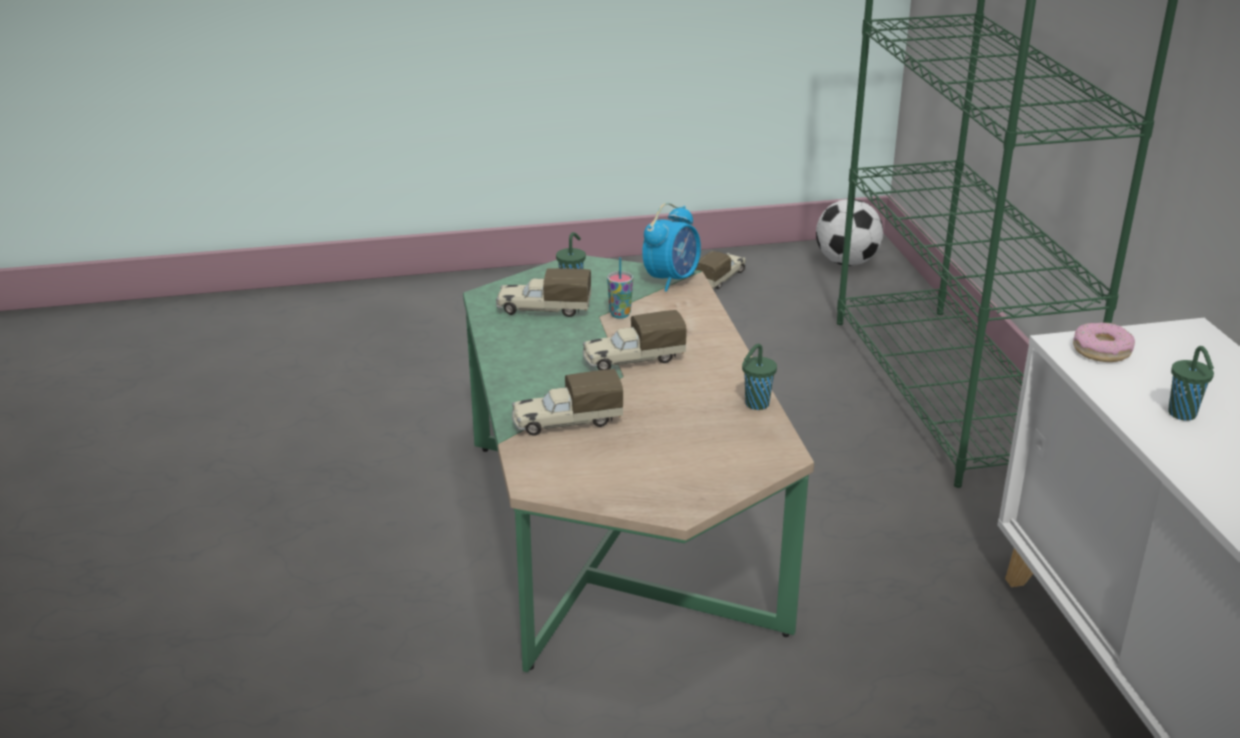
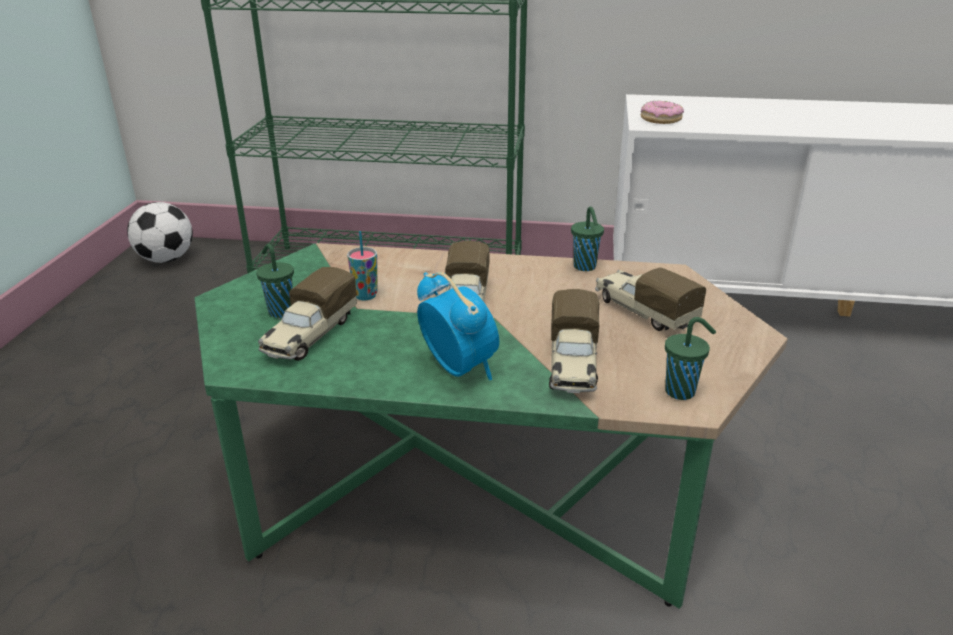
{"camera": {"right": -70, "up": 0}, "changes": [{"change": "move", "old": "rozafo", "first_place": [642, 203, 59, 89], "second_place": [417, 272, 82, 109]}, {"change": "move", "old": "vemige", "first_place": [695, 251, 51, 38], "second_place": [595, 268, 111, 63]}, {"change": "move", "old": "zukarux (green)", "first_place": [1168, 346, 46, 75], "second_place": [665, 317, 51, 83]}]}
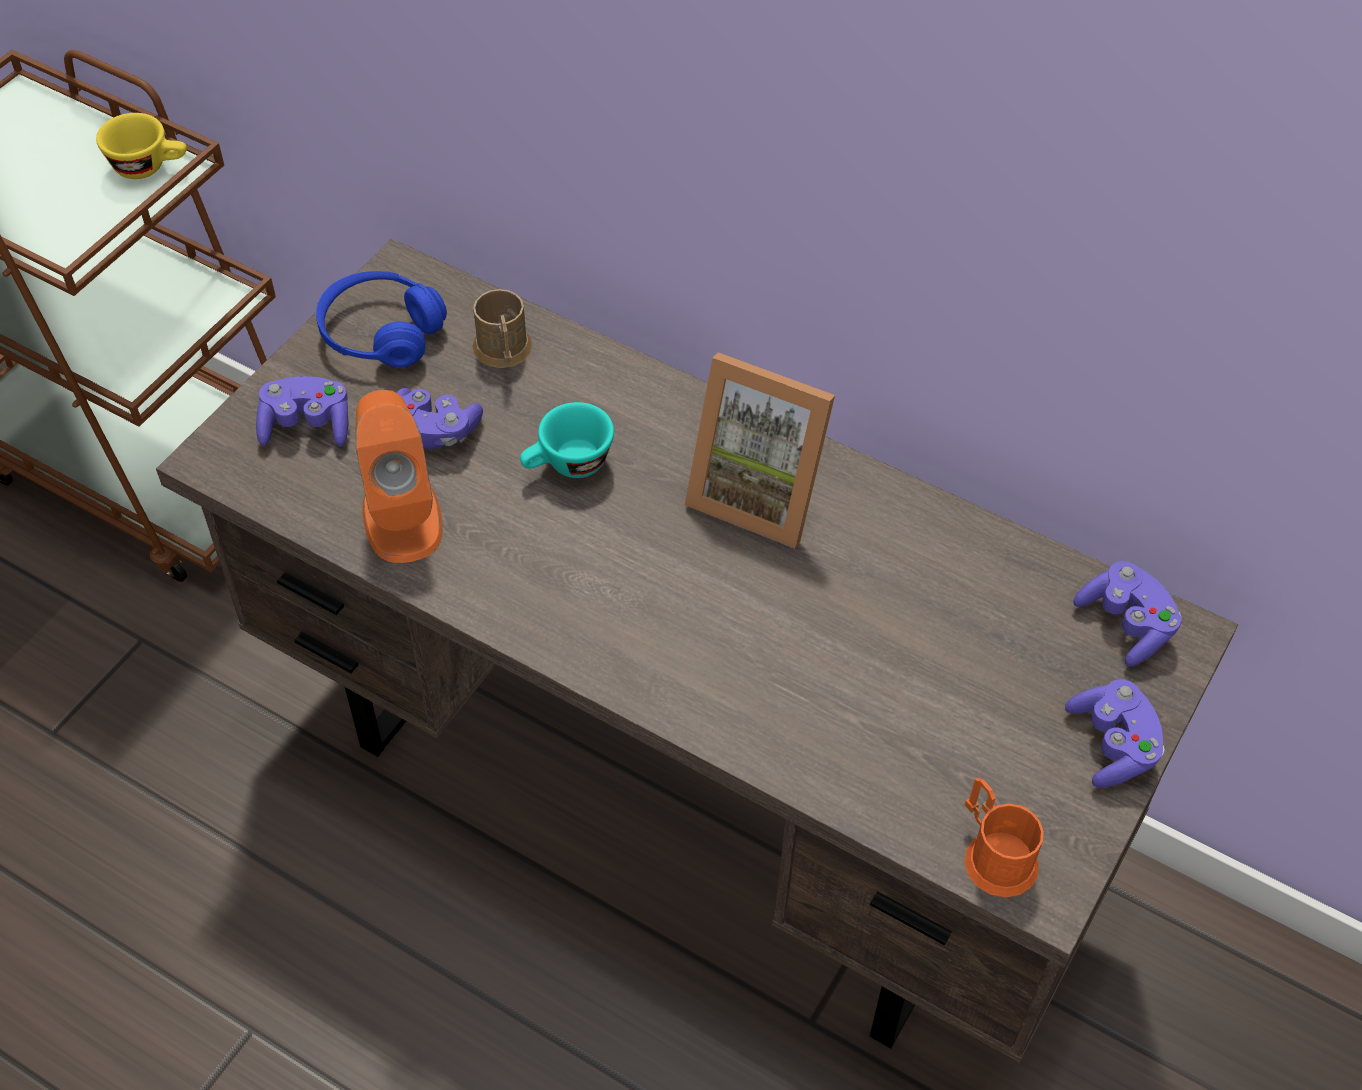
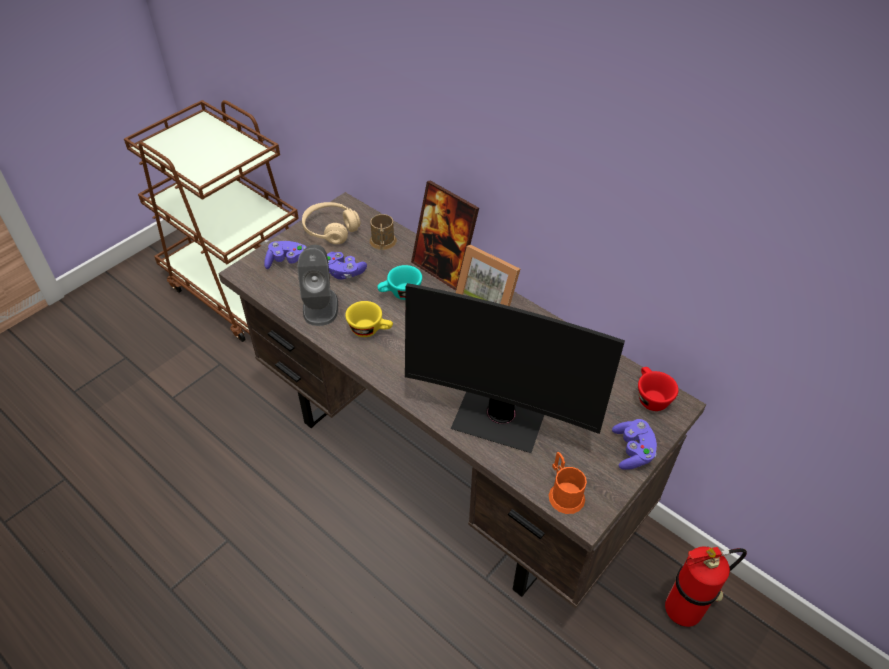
{"camera": {"right": 10, "up": -5}, "changes": [{"change": "recolor", "old": "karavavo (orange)", "new": "karavavo (grey)", "first_place": [355, 390, 88, 173], "second_place": [297, 245, 41, 81]}, {"change": "recolor", "old": "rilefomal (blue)", "new": "rilefomal (beige)", "first_place": [316, 271, 131, 97], "second_place": [302, 202, 58, 42]}, {"change": "move", "old": "zukarux (yellow)", "first_place": [96, 113, 91, 66], "second_place": [345, 301, 48, 36]}, {"change": "insert", "new": "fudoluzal", "second_place": [405, 283, 220, 170]}, {"change": "insert", "new": "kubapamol", "second_place": [411, 180, 68, 110]}, {"change": "replace", "old": "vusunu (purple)", "new": "zukarux (red)", "first_place": [1073, 561, 109, 105], "second_place": [638, 367, 41, 44]}, {"change": "insert", "new": "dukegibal", "second_place": [665, 547, 82, 80]}]}
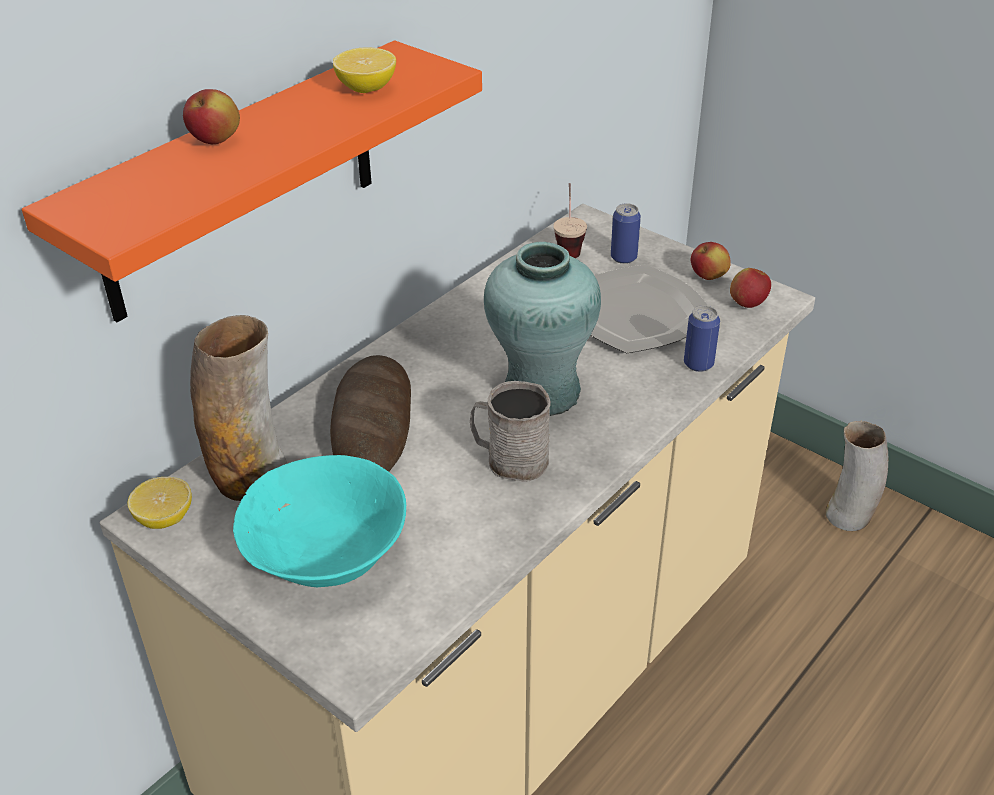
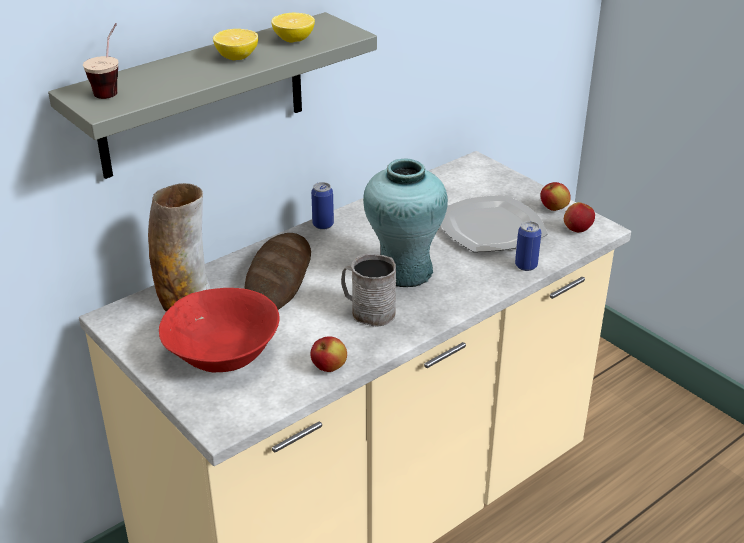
{"camera": {"right": 10, "up": -5}, "changes": [{"change": "recolor", "old": "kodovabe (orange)", "new": "kodovabe (grey)", "first_place": [22, 41, 460, 281], "second_place": [48, 12, 329, 167]}, {"change": "move", "old": "zukarux", "first_place": [553, 183, 34, 75], "second_place": [83, 23, 35, 76]}, {"change": "recolor", "old": "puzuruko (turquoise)", "new": "puzuruko (red)", "first_place": [233, 455, 173, 132], "second_place": [159, 288, 121, 84]}, {"change": "move", "old": "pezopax", "first_place": [127, 477, 65, 52], "second_place": [213, 29, 45, 31]}, {"change": "move", "old": "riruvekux", "first_place": [183, 89, 57, 55], "second_place": [310, 336, 37, 36]}, {"change": "move", "old": "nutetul", "first_place": [611, 203, 30, 61], "second_place": [311, 182, 23, 48]}, {"change": "delete", "old": "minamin", "first_place": [826, 421, 62, 110]}]}
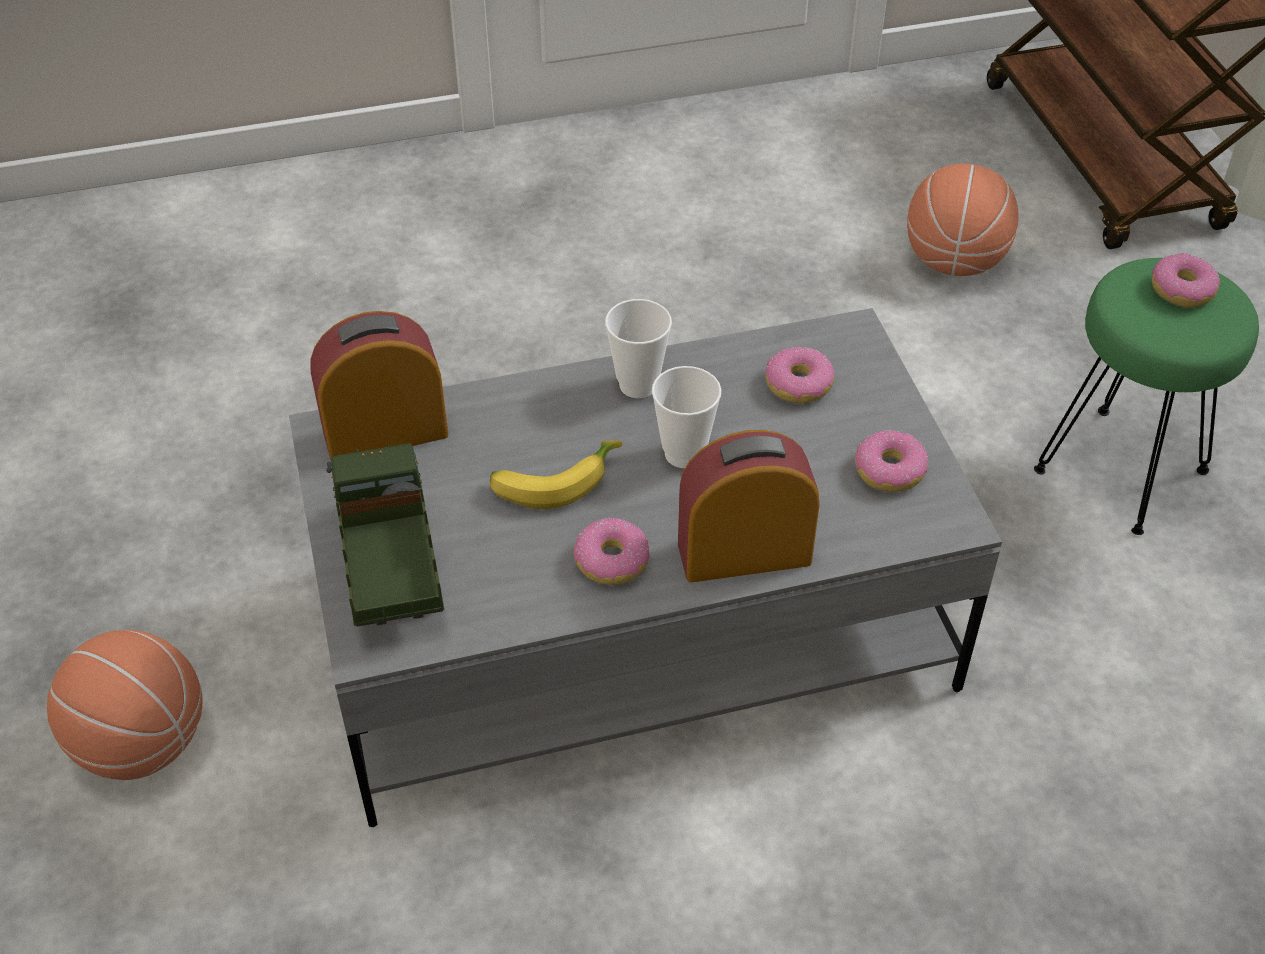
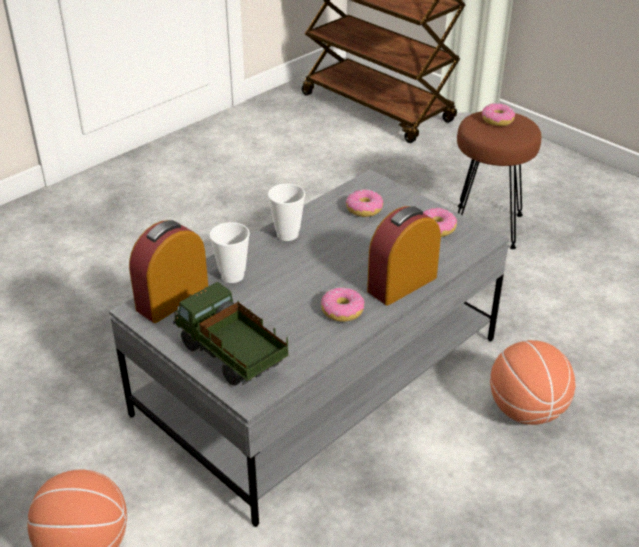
{"camera": {"right": -30, "up": -10}, "changes": [{"change": "move", "old": "zukarux", "first_place": [652, 366, 69, 102], "second_place": [210, 222, 40, 61]}, {"change": "recolor", "old": "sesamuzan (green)", "new": "sesamuzan (brown)", "first_place": [1034, 258, 225, 277], "second_place": [457, 111, 84, 138]}, {"change": "move", "old": "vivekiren", "first_place": [907, 163, 111, 113], "second_place": [490, 340, 85, 85]}, {"change": "delete", "old": "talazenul", "first_place": [490, 441, 132, 68]}]}
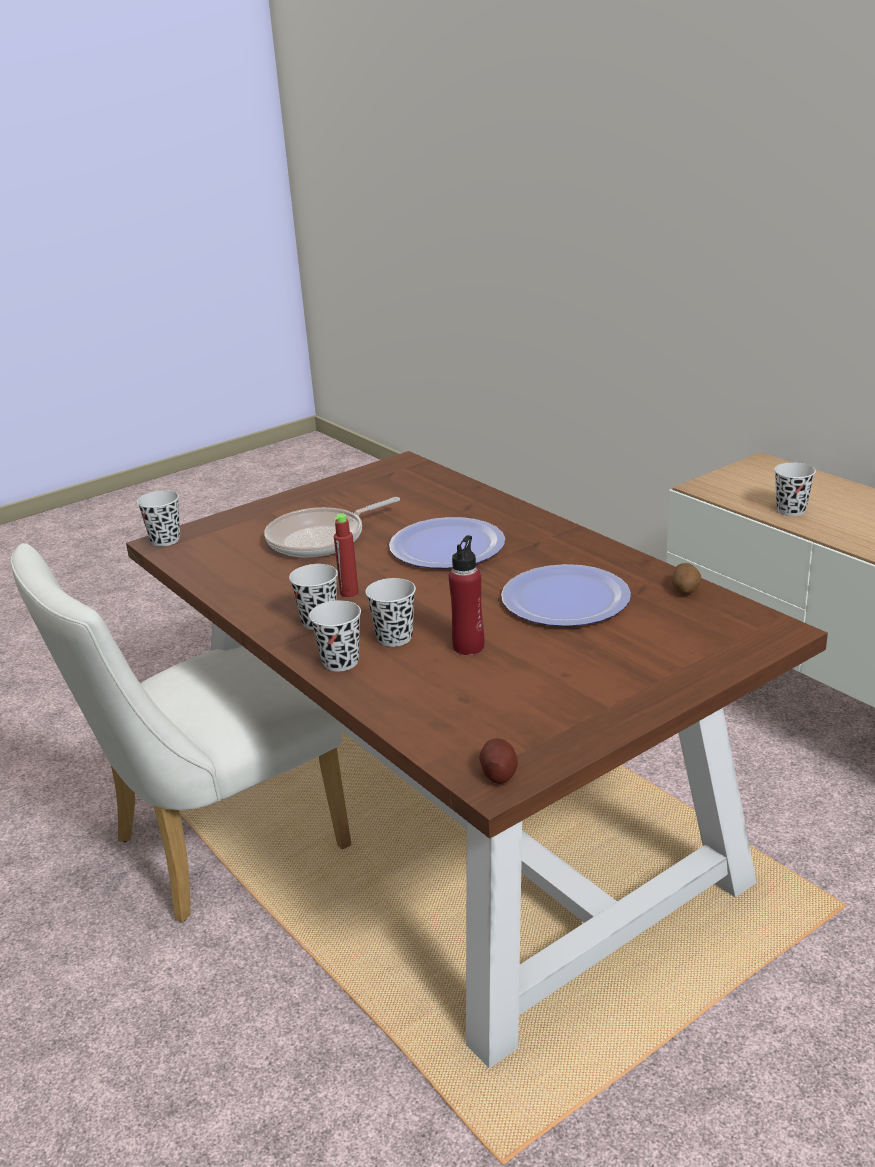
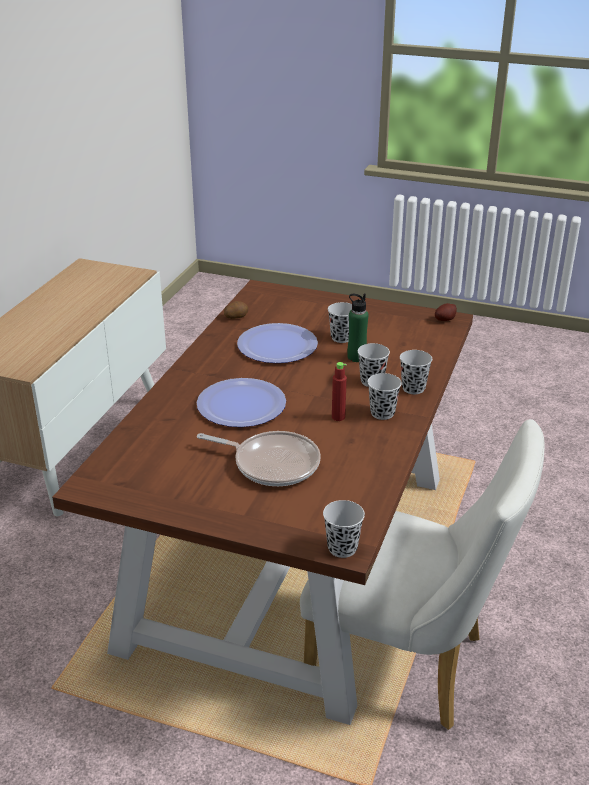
{"camera": {"right": -125, "up": 5}, "changes": [{"change": "move", "old": "zukarux (black)", "first_place": [774, 463, 42, 53], "second_place": [328, 302, 24, 41]}, {"change": "recolor", "old": "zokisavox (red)", "new": "zokisavox (green)", "first_place": [449, 535, 35, 120], "second_place": [347, 294, 21, 68]}]}
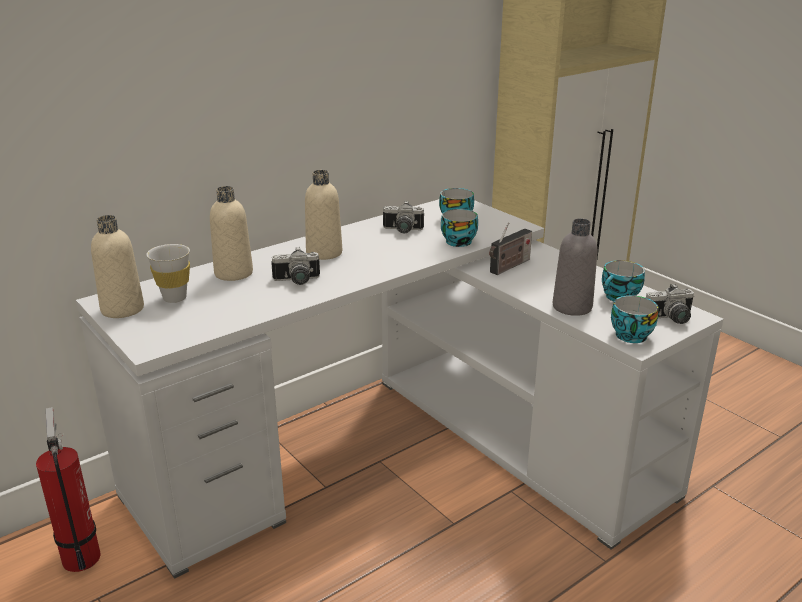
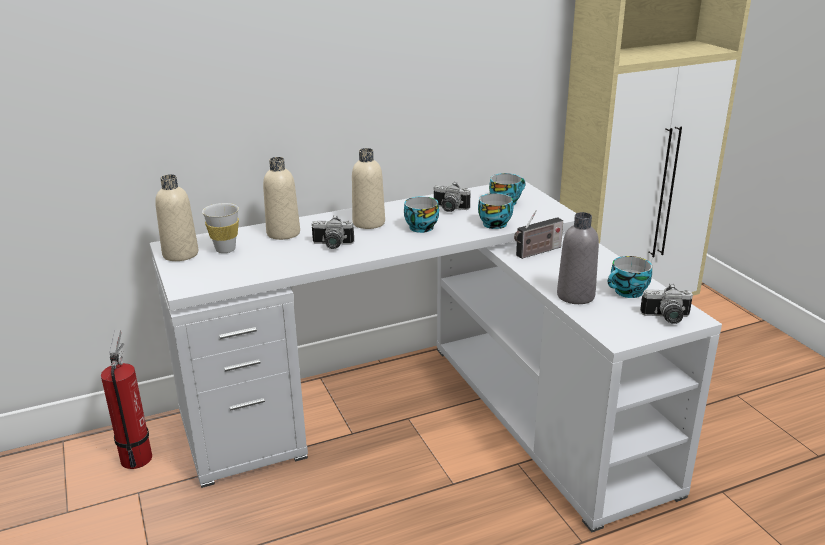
{"camera": {"right": 15, "up": 0}, "changes": [{"change": "move", "old": "zukarux", "first_place": [611, 295, 48, 48], "second_place": [404, 196, 35, 37]}]}
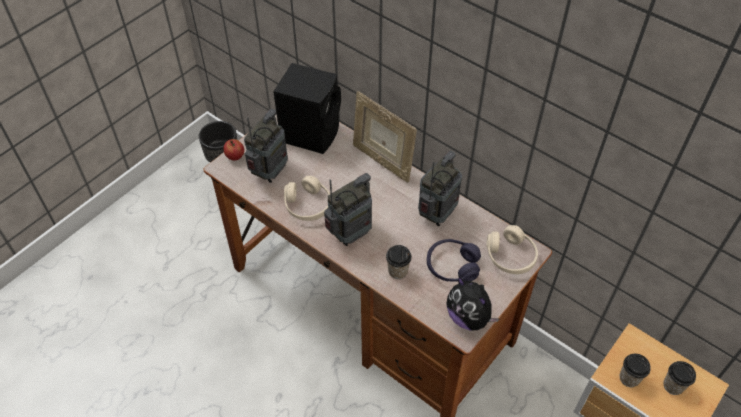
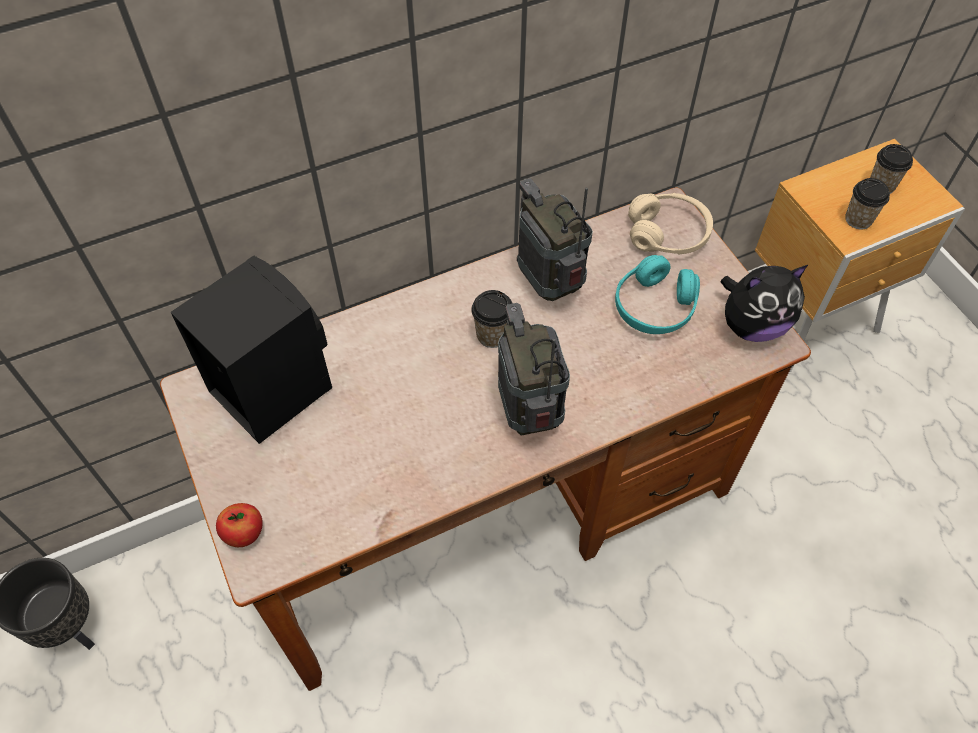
{"camera": {"right": -65, "up": 5}, "changes": [{"change": "move", "old": "zukarux", "first_place": [386, 245, 26, 34], "second_place": [471, 290, 42, 58]}, {"change": "recolor", "old": "rilefomal (purple)", "new": "rilefomal (turquoise)", "first_place": [427, 239, 54, 43], "second_place": [615, 255, 85, 79]}, {"change": "delete", "old": "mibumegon", "first_place": [244, 109, 44, 74]}, {"change": "delete", "old": "rilefomal (beige)", "first_place": [284, 176, 46, 45]}, {"change": "delete", "old": "kubapamol", "first_place": [353, 91, 64, 92]}]}
